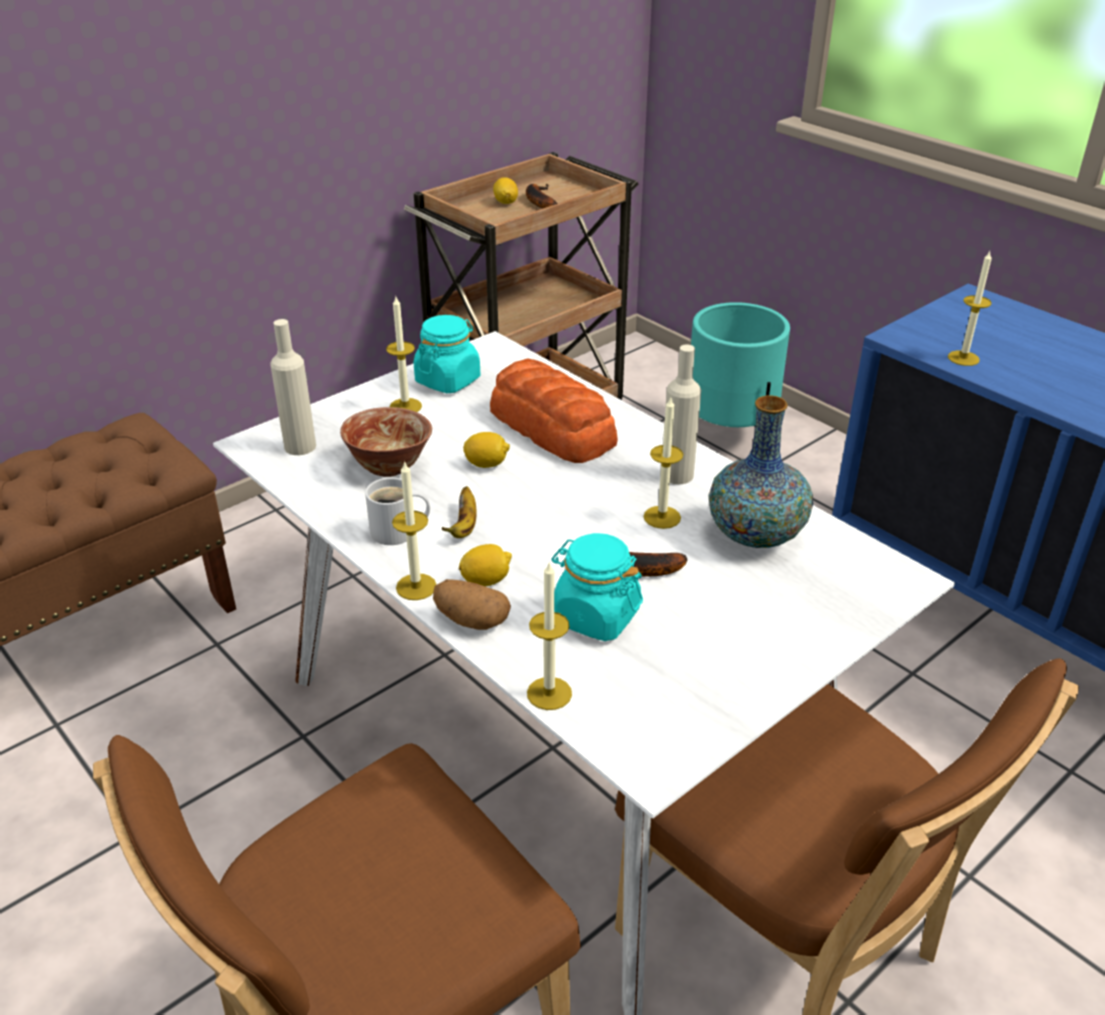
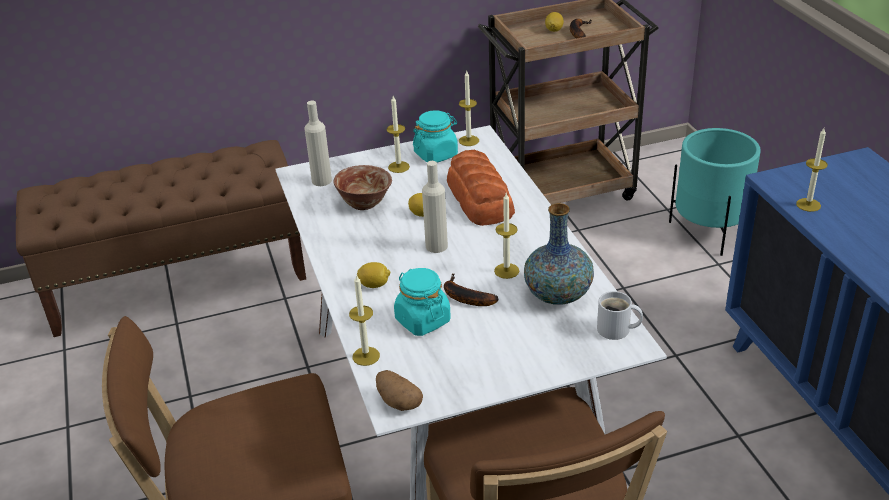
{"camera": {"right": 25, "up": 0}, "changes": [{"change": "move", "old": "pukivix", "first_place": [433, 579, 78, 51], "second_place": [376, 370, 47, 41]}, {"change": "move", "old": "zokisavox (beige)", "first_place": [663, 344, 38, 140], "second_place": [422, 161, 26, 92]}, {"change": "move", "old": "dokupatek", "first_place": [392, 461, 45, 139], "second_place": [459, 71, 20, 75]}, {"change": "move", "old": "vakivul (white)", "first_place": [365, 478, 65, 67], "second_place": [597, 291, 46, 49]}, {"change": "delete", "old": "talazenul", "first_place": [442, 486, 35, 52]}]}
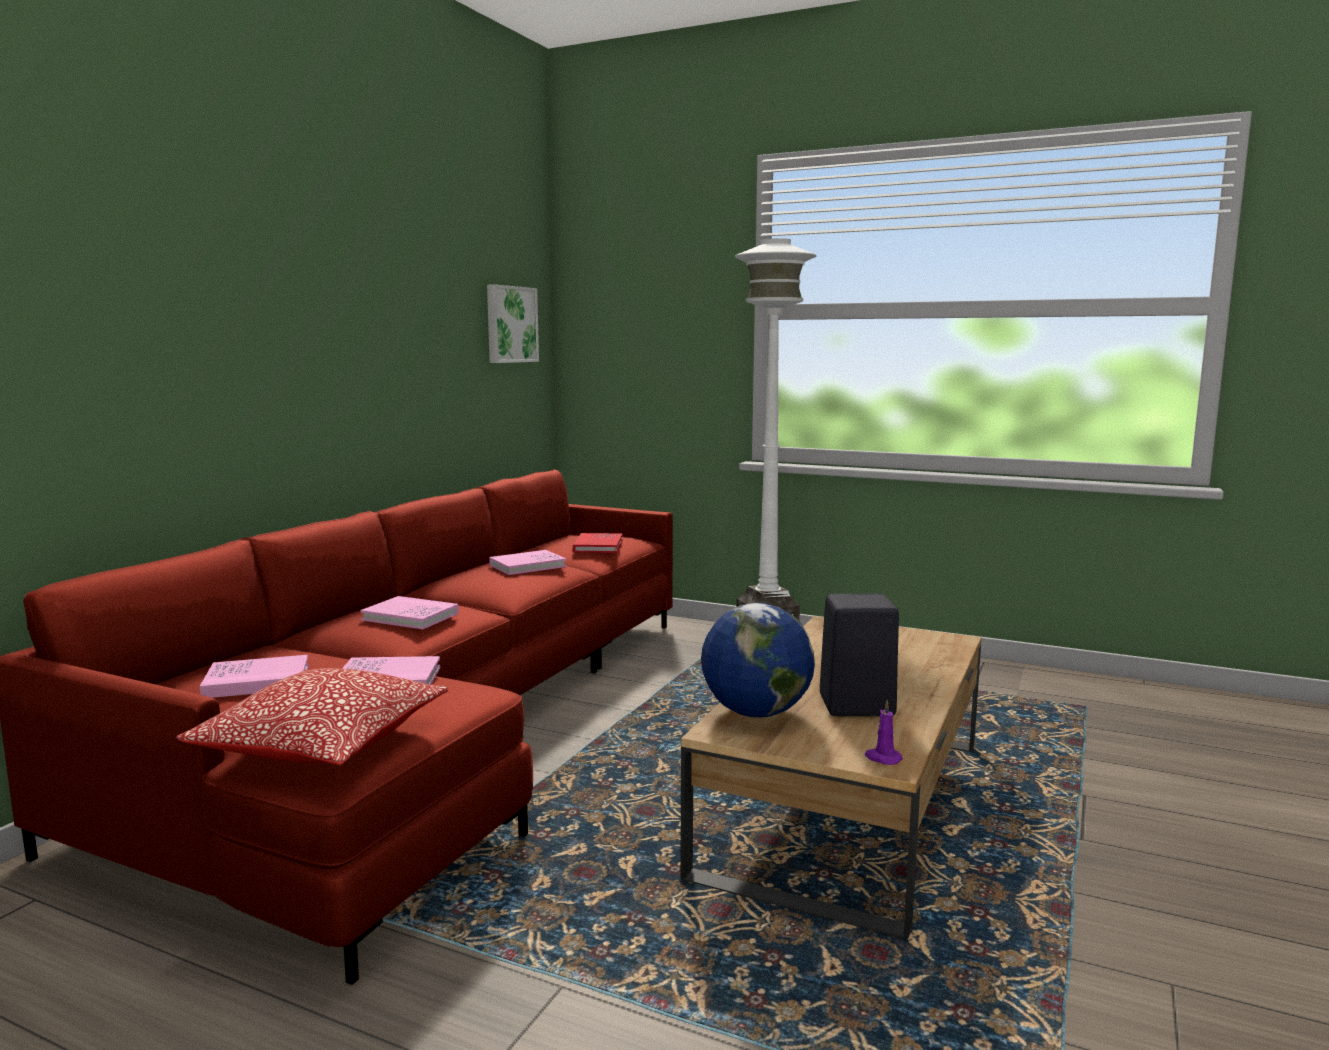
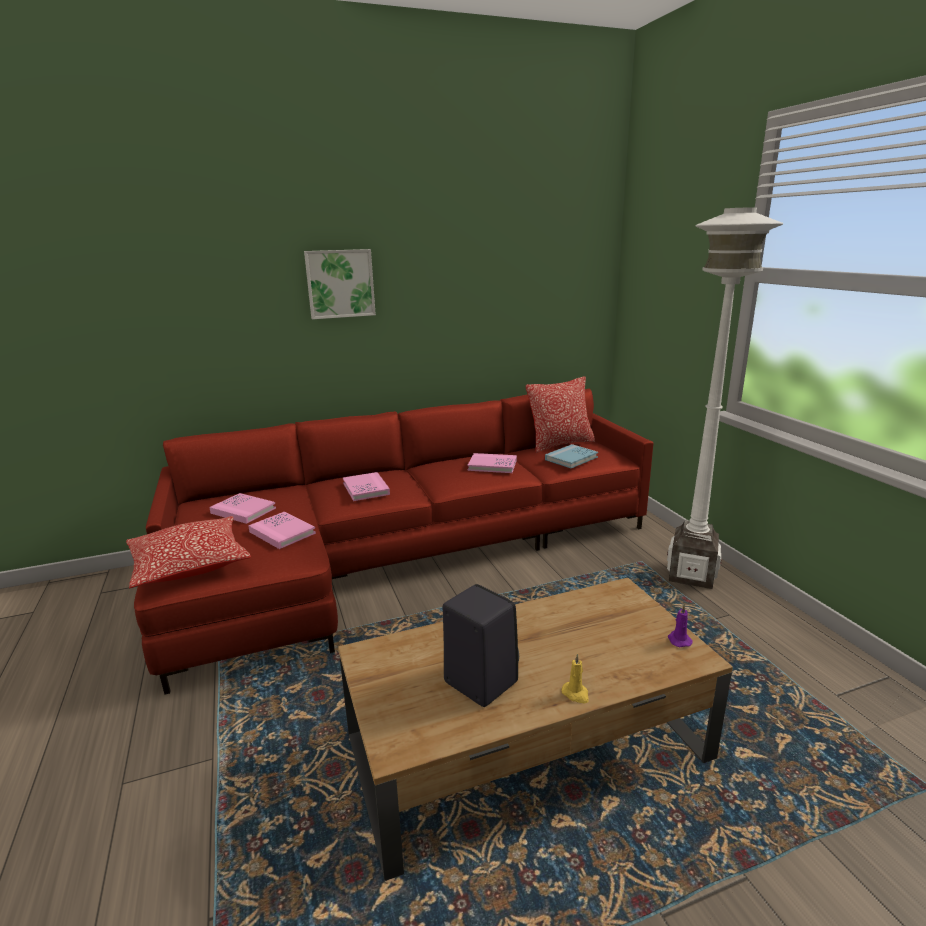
{"camera": {"right": 45, "up": 10}, "changes": [{"change": "move", "old": "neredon", "first_place": [487, 284, 52, 79], "second_place": [304, 249, 72, 70]}, {"change": "insert", "new": "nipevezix", "second_place": [526, 376, 69, 77]}, {"change": "recolor", "old": "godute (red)", "new": "godute (blue)", "first_place": [573, 533, 50, 20], "second_place": [545, 444, 53, 24]}, {"change": "insert", "new": "dokupatek (yellow)", "second_place": [561, 654, 28, 50]}, {"change": "move", "old": "dokupatek (purple)", "first_place": [865, 700, 38, 65], "second_place": [668, 604, 25, 43]}, {"change": "delete", "old": "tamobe", "first_place": [701, 603, 114, 115]}]}
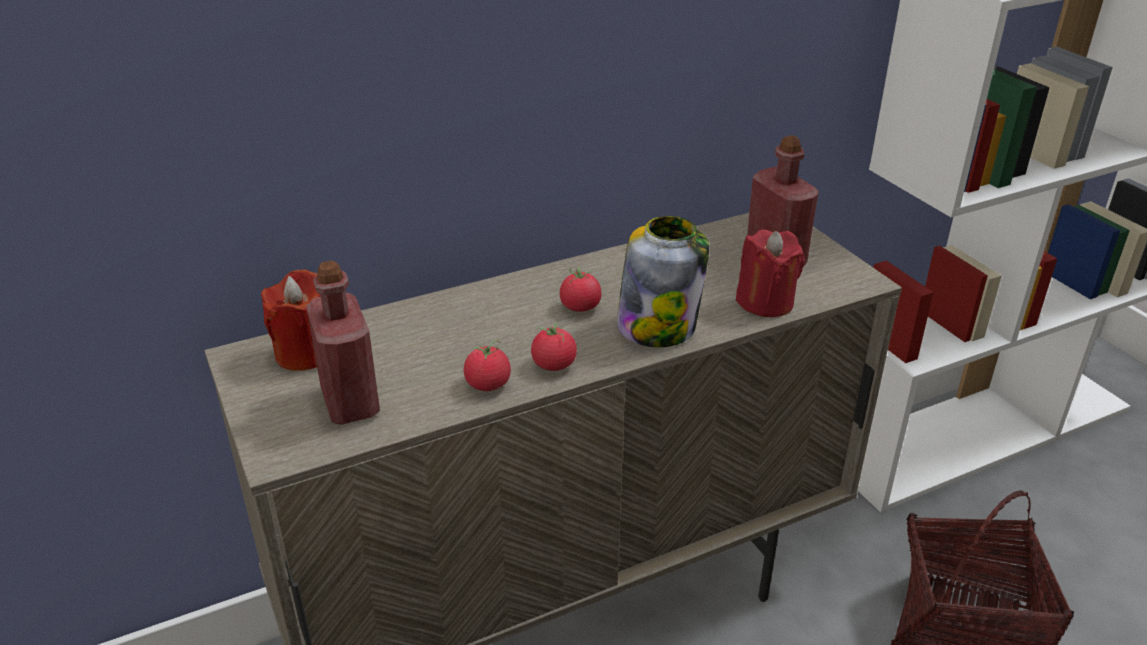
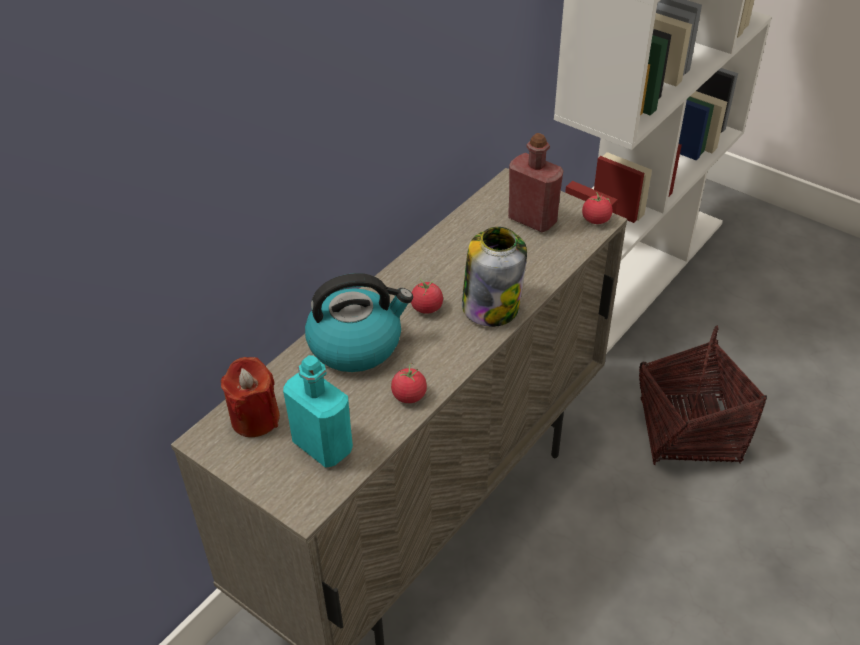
{"camera": {"right": -25, "up": 10}, "changes": [{"change": "recolor", "old": "zokisavox (red)", "new": "zokisavox (turquoise)", "first_place": [306, 260, 74, 165], "second_place": [283, 355, 70, 113]}, {"change": "insert", "new": "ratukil", "second_place": [305, 273, 108, 99]}, {"change": "move", "old": "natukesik", "first_place": [531, 322, 46, 49], "second_place": [582, 192, 30, 32]}, {"change": "delete", "old": "dokupatek (red)", "first_place": [736, 229, 68, 88]}]}
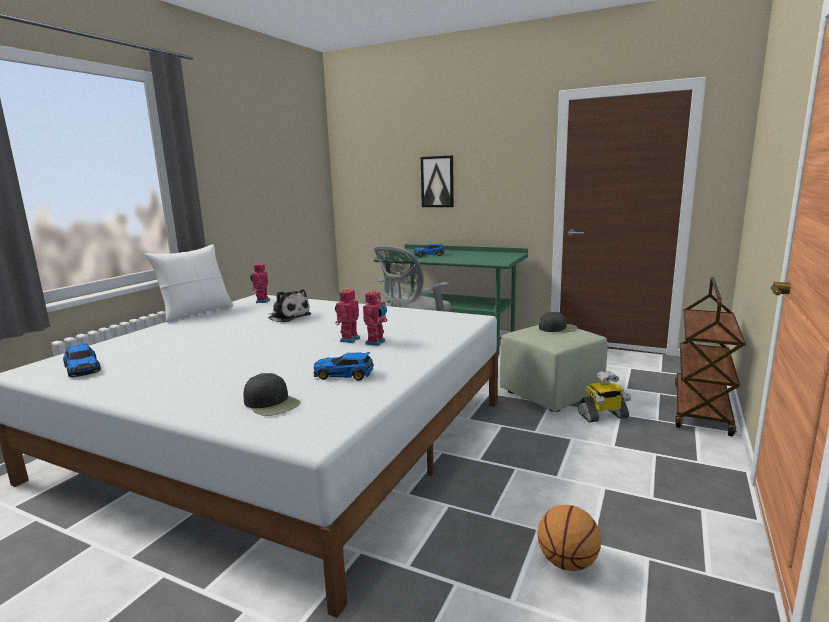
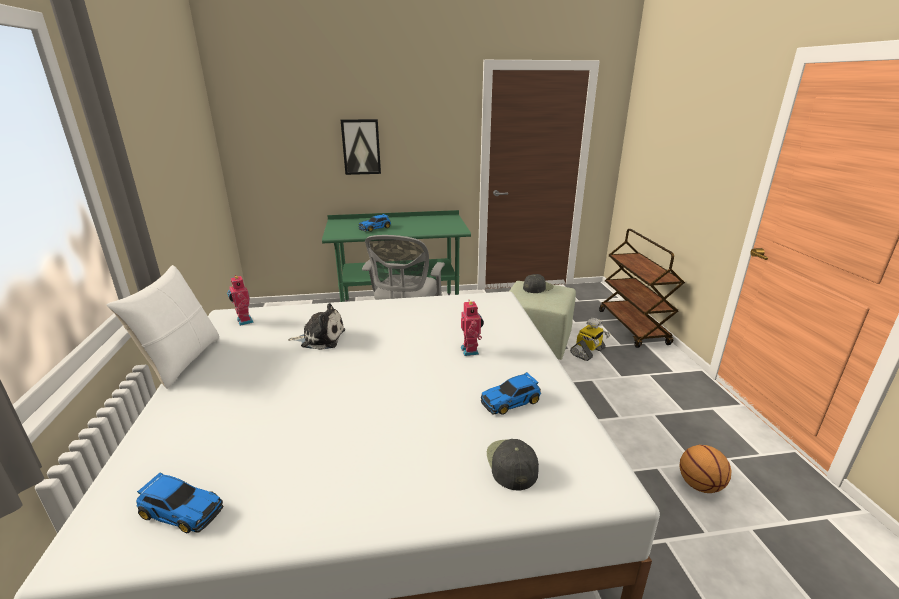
{"camera": {"right": -35, "up": 10}, "changes": [{"change": "rotate", "old": "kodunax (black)", "first_place": [244, 373, 57, 43], "second_place": [487, 439, 52, 52], "degrees": -105}, {"change": "delete", "old": "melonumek", "first_place": [335, 288, 25, 55]}]}
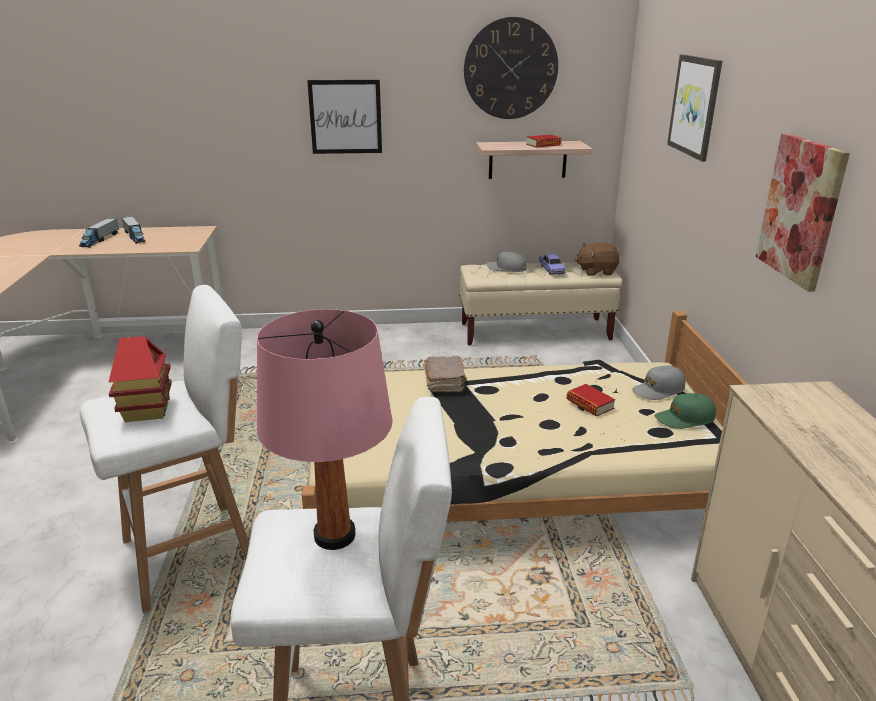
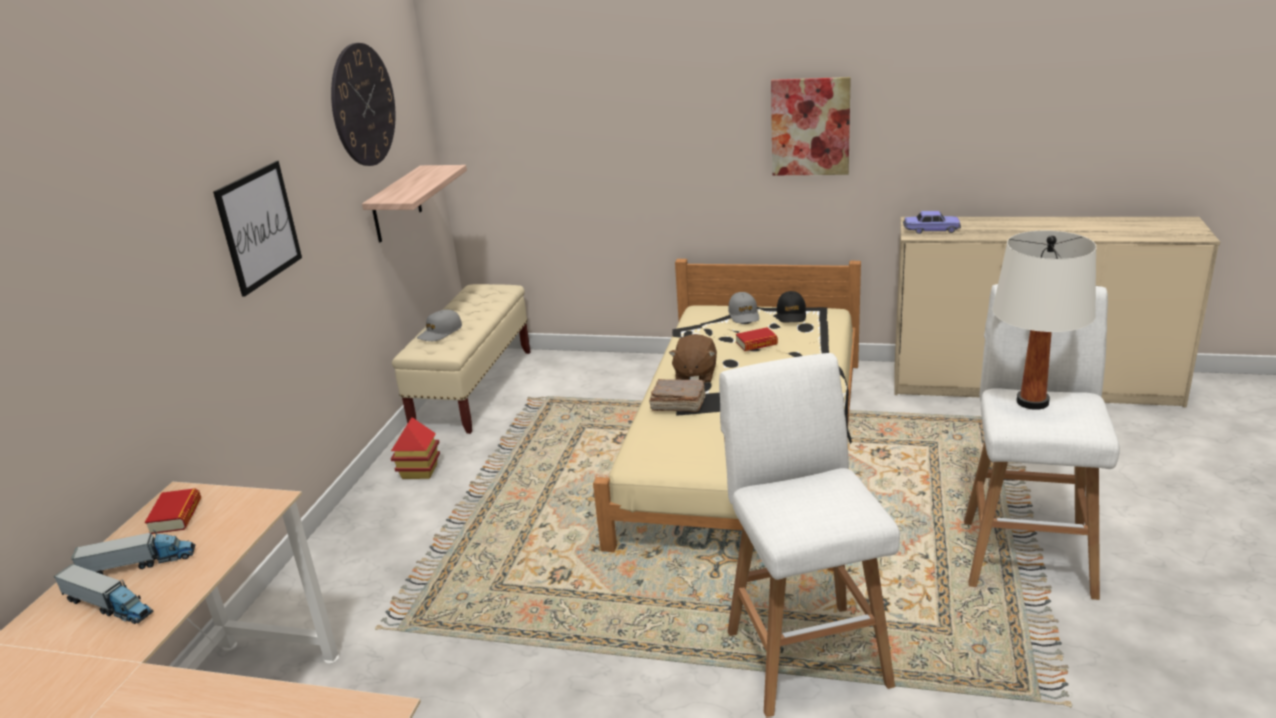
{"camera": {"right": -70, "up": 0}, "changes": [{"change": "move", "old": "godute", "first_place": [526, 135, 36, 13], "second_place": [145, 488, 56, 46]}, {"change": "move", "old": "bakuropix", "first_place": [109, 336, 63, 86], "second_place": [391, 417, 49, 62]}, {"change": "move", "old": "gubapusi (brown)", "first_place": [575, 243, 45, 33], "second_place": [669, 334, 48, 49]}, {"change": "recolor", "old": "kodunax (green)", "new": "kodunax (black)", "first_place": [655, 393, 61, 36], "second_place": [777, 291, 29, 32]}, {"change": "move", "old": "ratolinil", "first_place": [538, 254, 28, 21], "second_place": [903, 211, 58, 23]}, {"change": "recolor", "old": "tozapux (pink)", "new": "tozapux (white)", "first_place": [257, 309, 136, 241], "second_place": [992, 230, 104, 180]}, {"change": "delete", "old": "neredon", "first_place": [667, 54, 55, 107]}]}
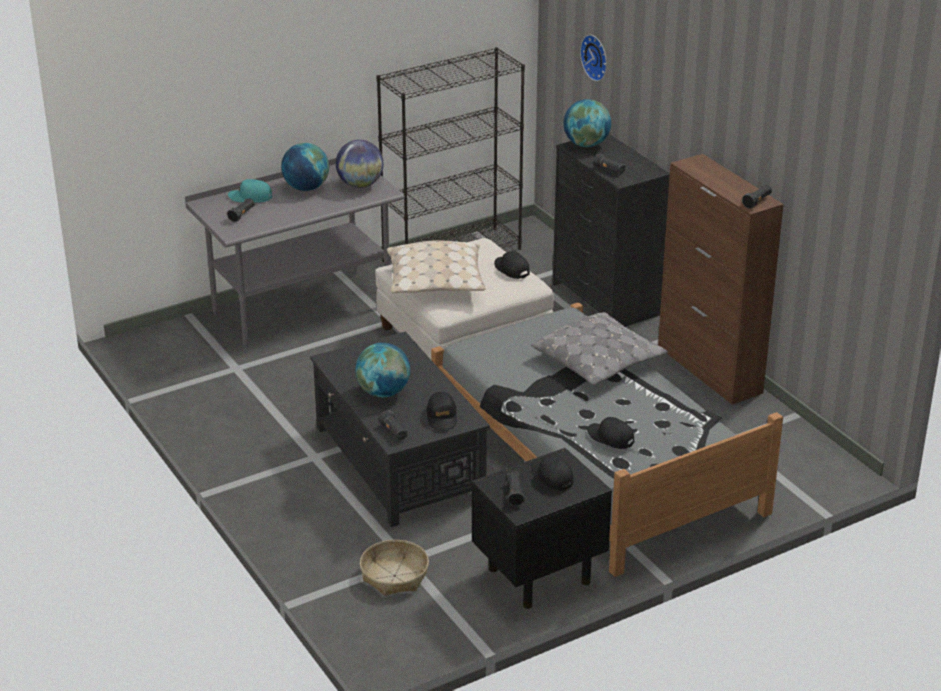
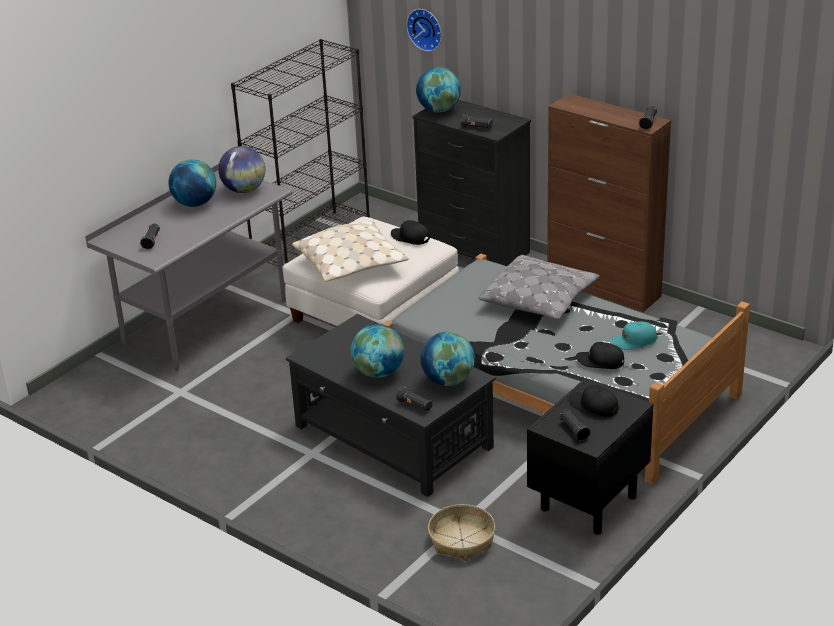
{"camera": {"right": -20, "up": 0}, "changes": [{"change": "replace", "old": "kodunax (black)", "new": "tamobe", "first_place": [427, 392, 30, 38], "second_place": [420, 332, 55, 54]}, {"change": "move", "old": "kodunax (turquoise)", "first_place": [228, 179, 44, 24], "second_place": [610, 322, 48, 28]}]}
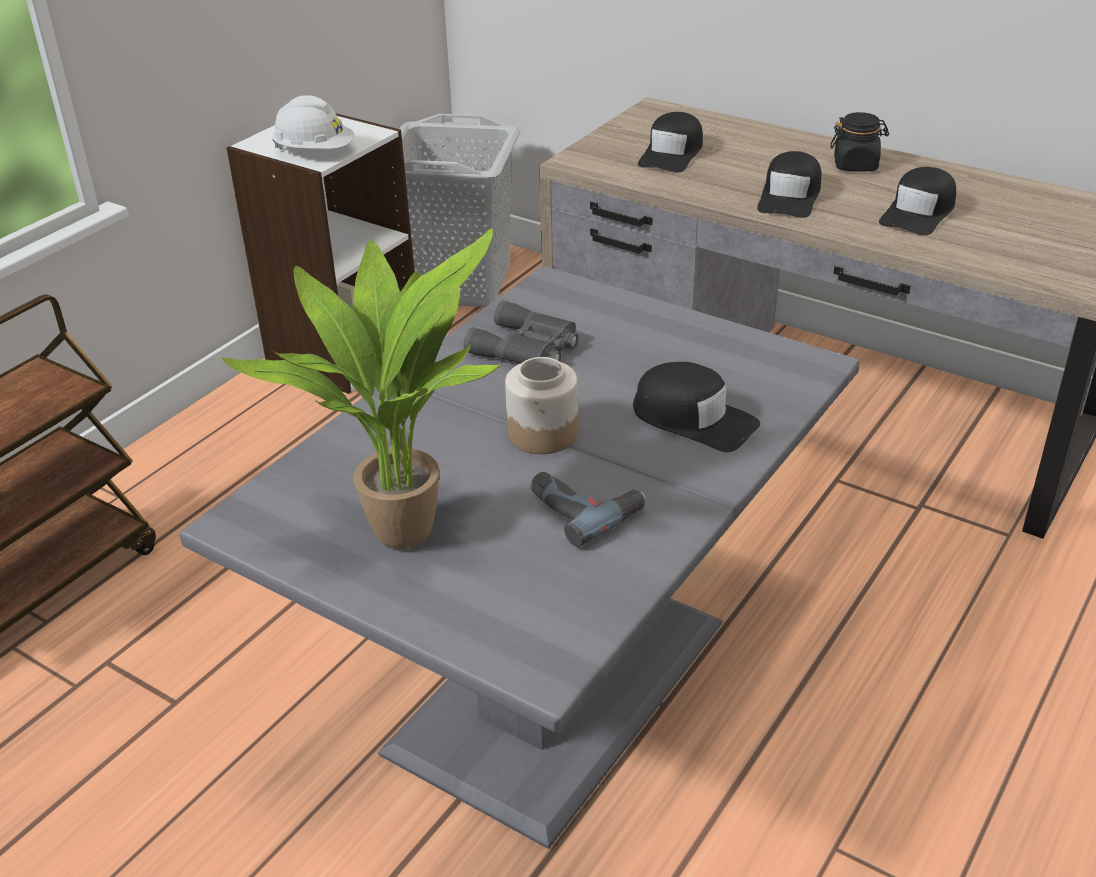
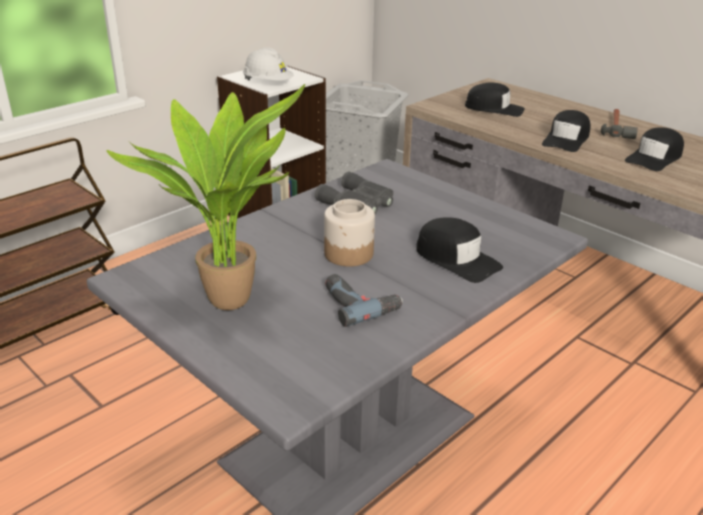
{"camera": {"right": 10, "up": -5}, "changes": [{"change": "rotate", "old": "kodunax (black)", "first_place": [638, 112, 65, 60], "second_place": [465, 82, 60, 35], "degrees": -105}, {"change": "replace", "old": "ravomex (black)", "new": "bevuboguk", "first_place": [830, 112, 59, 60], "second_place": [601, 109, 37, 30]}]}
